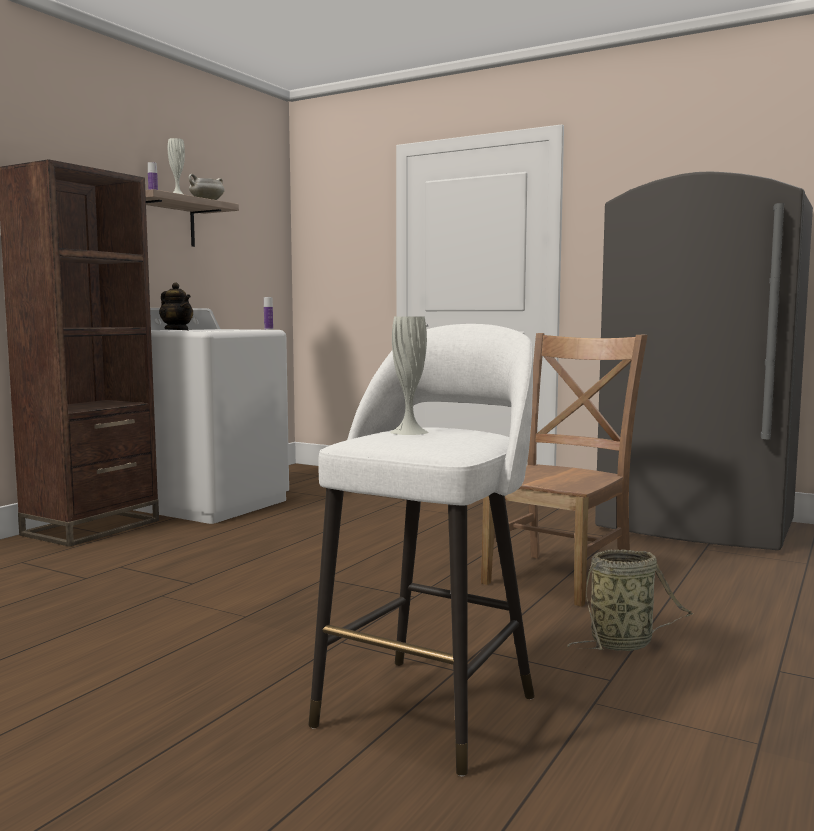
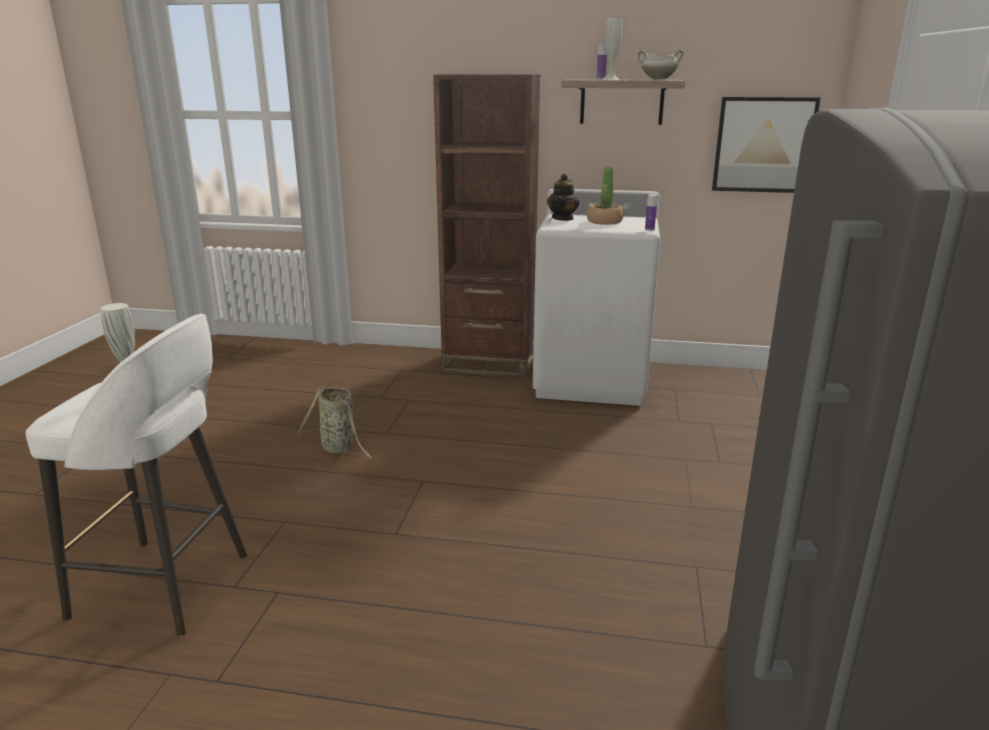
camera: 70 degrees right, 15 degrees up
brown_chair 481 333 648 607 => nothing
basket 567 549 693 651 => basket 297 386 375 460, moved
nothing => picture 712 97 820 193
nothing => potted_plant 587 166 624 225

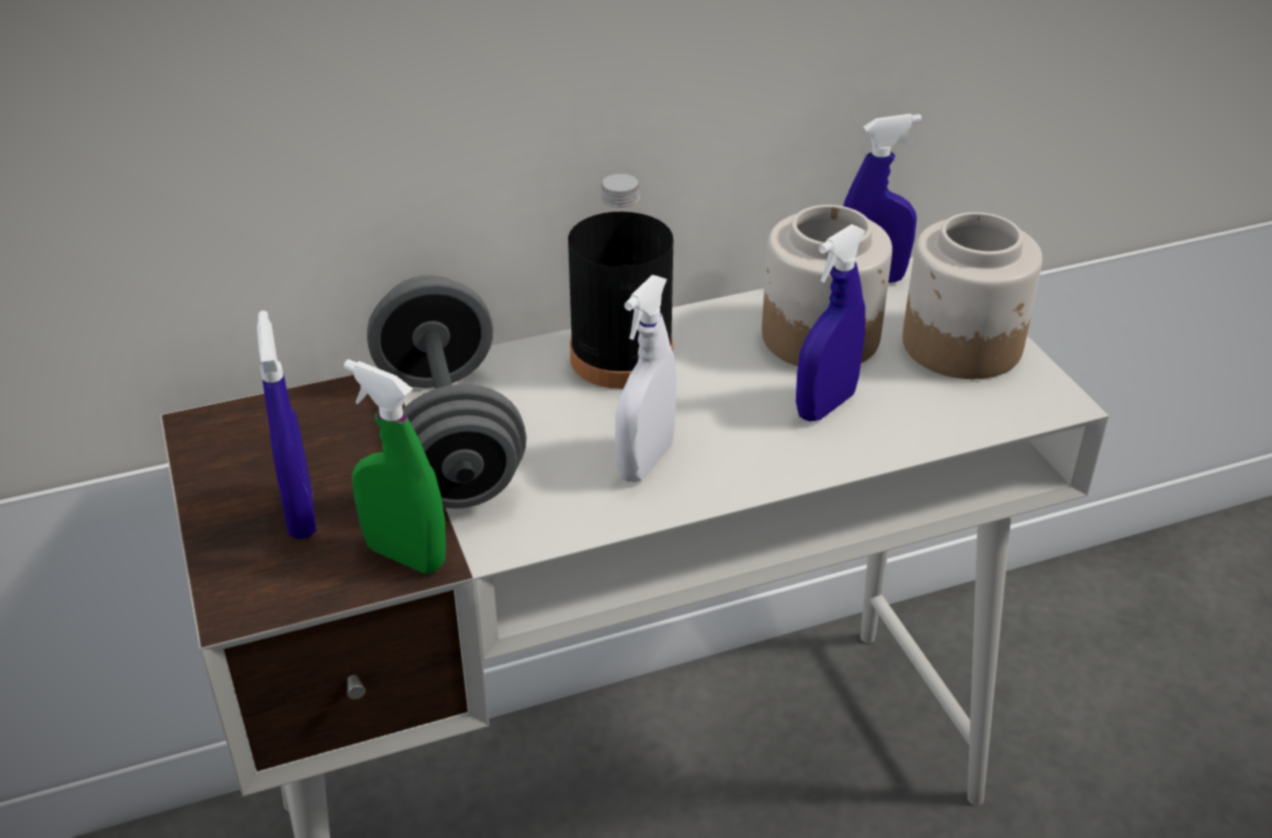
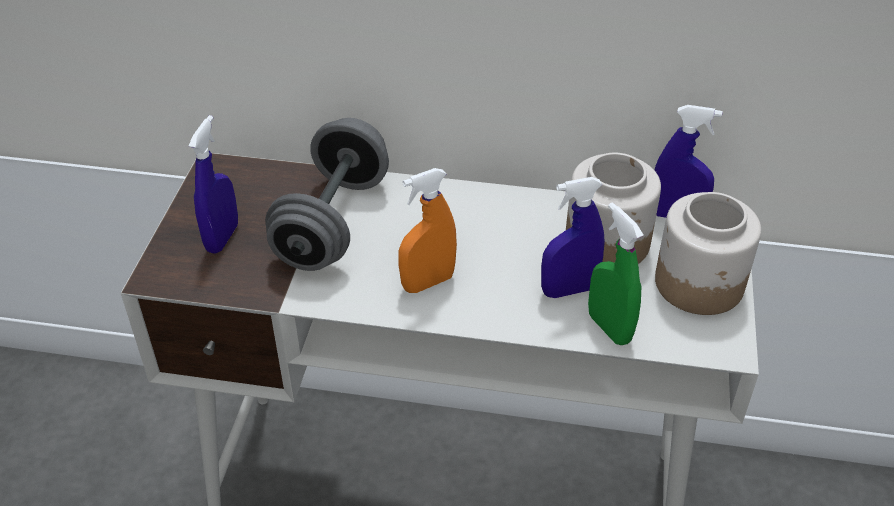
camera: 30 degrees right, 5 degrees up
black_bottle 568 174 673 389 => nothing
white_spray_bottle 615 275 676 482 => orange_spray_bottle 398 168 457 293
green_spray_bottle 344 359 446 573 => green_spray_bottle 588 202 644 345, moved

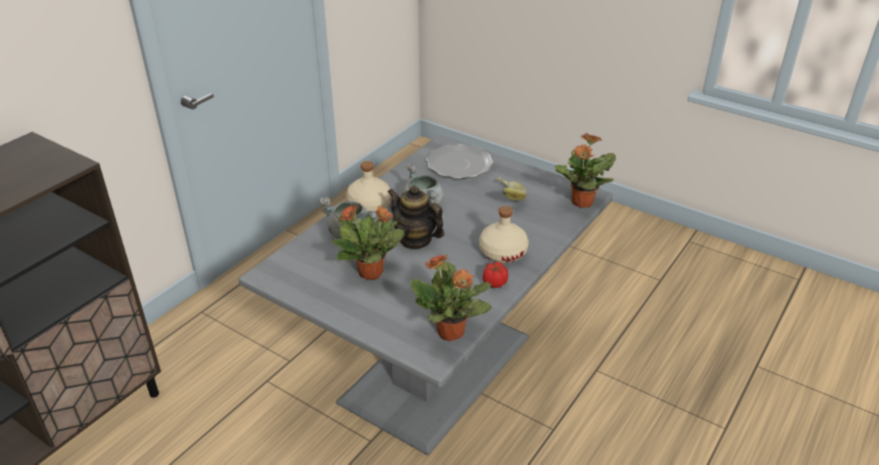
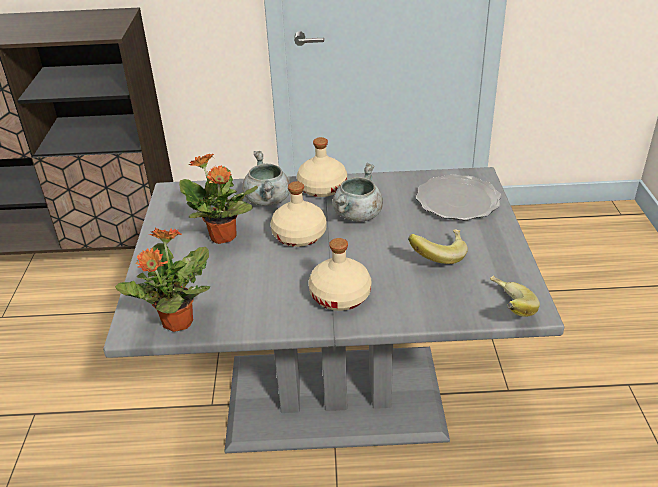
camera: 55 degrees right, 0 degrees up
potted_plant 555 133 616 208 => banana 490 275 540 317
teapot 388 185 444 250 => beige_bottle 271 181 326 247
tomato 483 262 508 288 => nothing

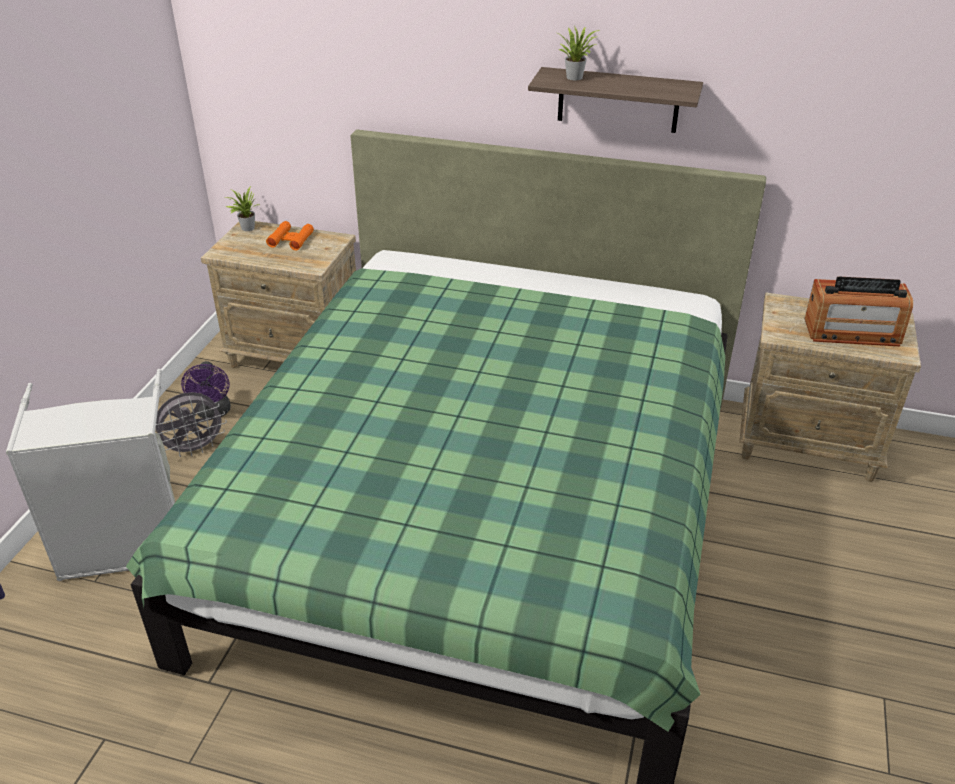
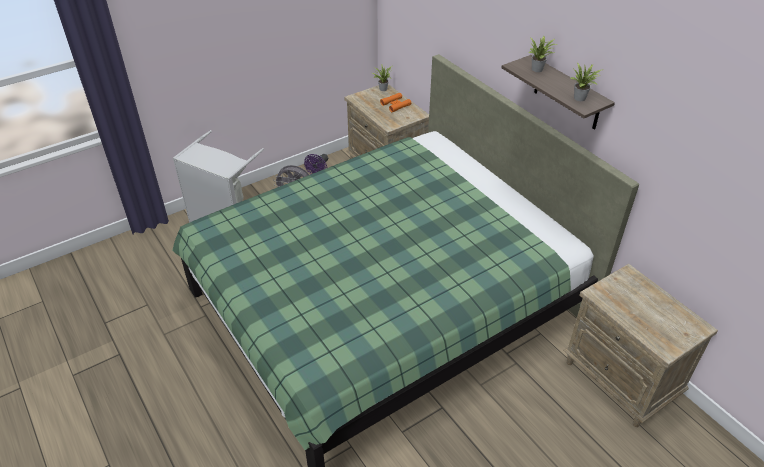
camera: 40 degrees right, 5 degrees up
radio 805 277 913 346 => nothing
nothing => potted_plant 571 63 604 101

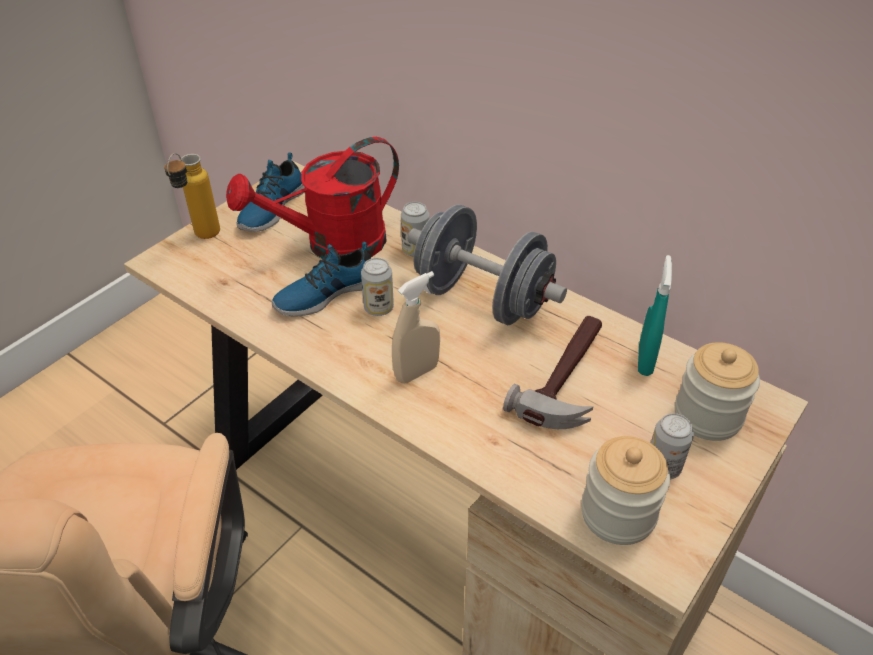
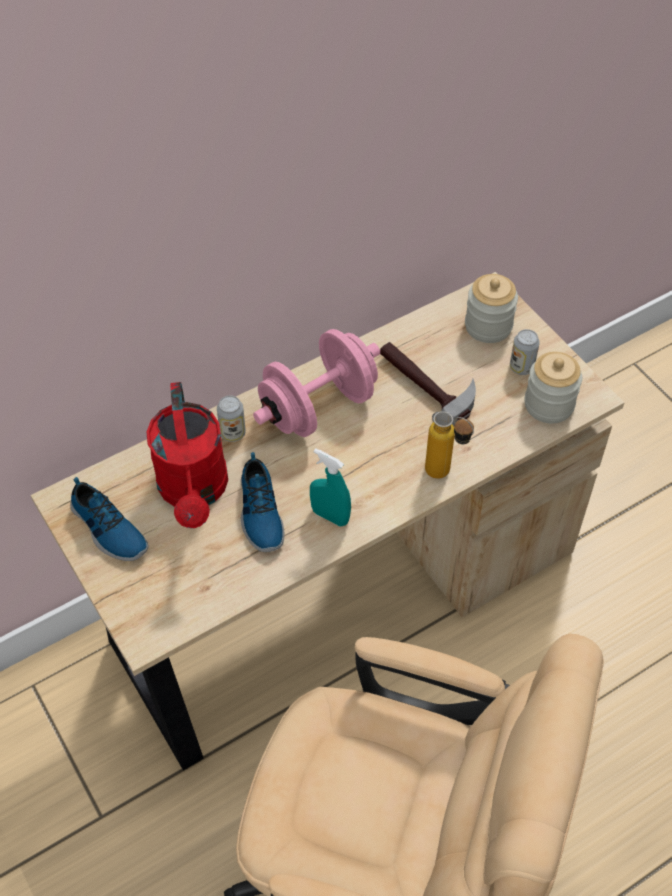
camera: 70 degrees left, 10 degrees up
bottle 164 153 220 239 => bottle 425 411 474 479, moved
grey_dumbbell 408 204 567 325 => pink_dumbbell 253 329 380 437
turquoise_spray_bottle 638 255 672 376 => turquoise_spray_bottle 310 448 351 527, moved
can 361 258 394 316 => nothing
beige_spray_bottle 392 271 440 383 => nothing

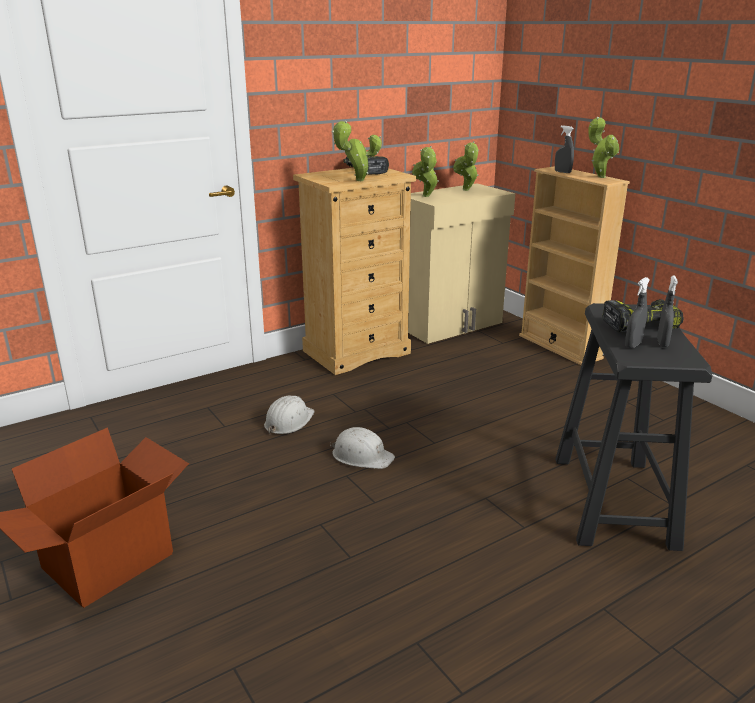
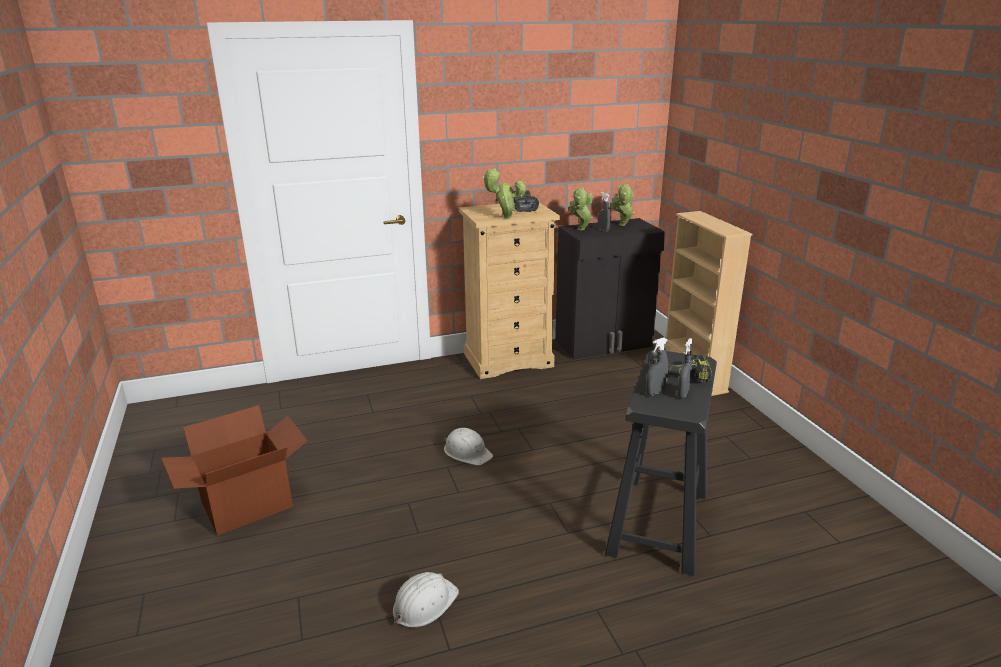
camera: 15 degrees right, 0 degrees up
potted_plant 588 117 619 178 => nothing
grey_spray_bottle 555 125 574 173 => grey_spray_bottle 598 192 610 231, moved
beige_cabinet 408 183 515 344 => black_cabinet 555 218 665 360
white_hard_hat 264 396 315 434 => white_hard_hat 393 572 459 627, moved

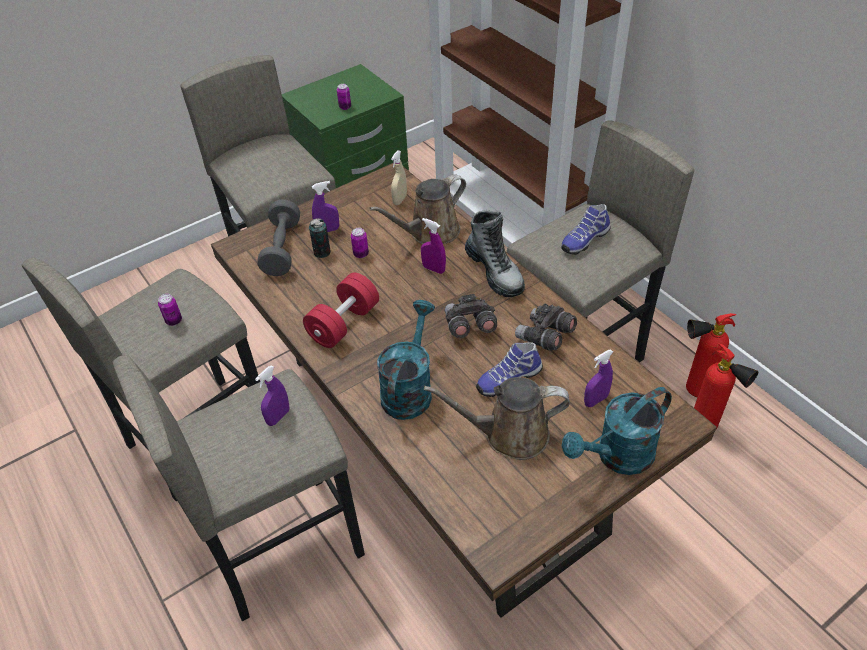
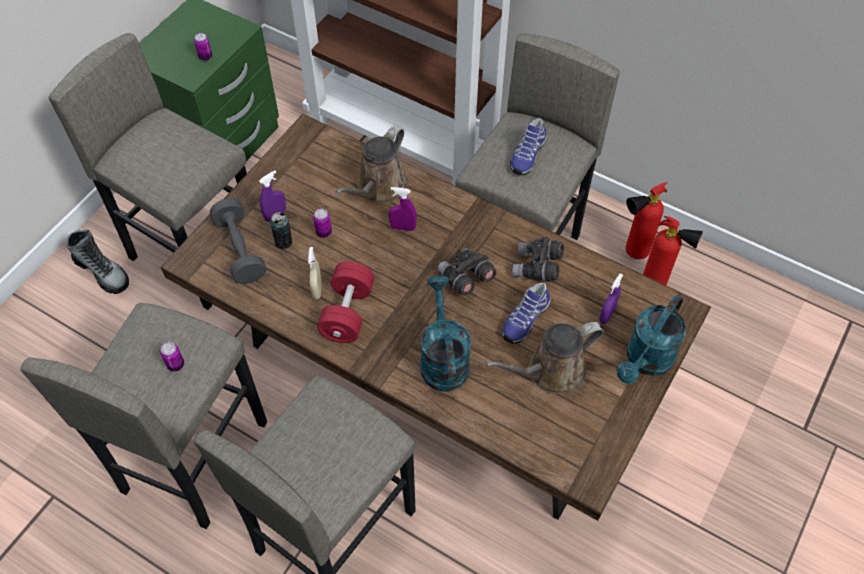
camera: 25 degrees left, 10 degrees up
beige_spray_bottle 391 150 407 205 => beige_spray_bottle 308 247 322 300, moved
boot 465 210 525 297 => boot 66 229 129 294, moved
purple_spray_bottle 255 366 289 426 => nothing

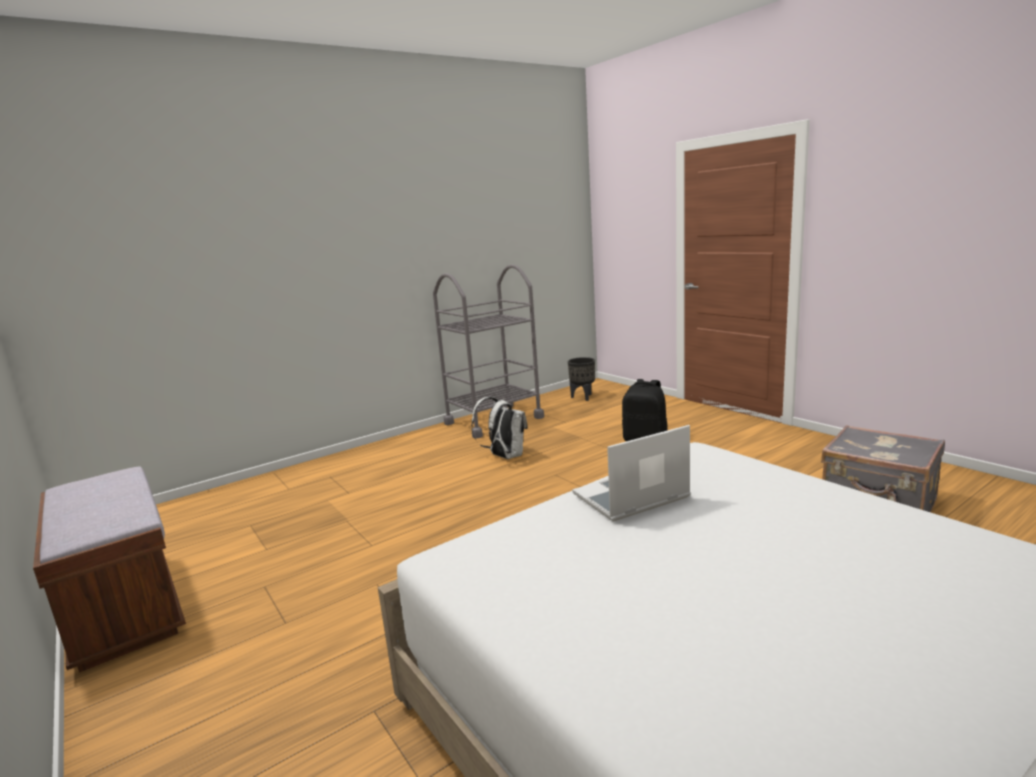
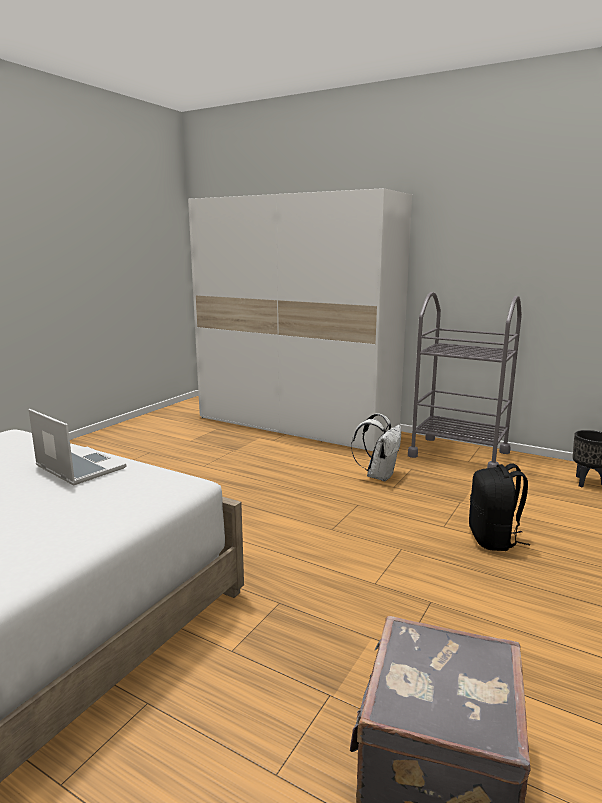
camera: 65 degrees right, 0 degrees up
brown_bench 33 466 186 673 => nothing
nothing => white_wardrobe 188 188 412 451

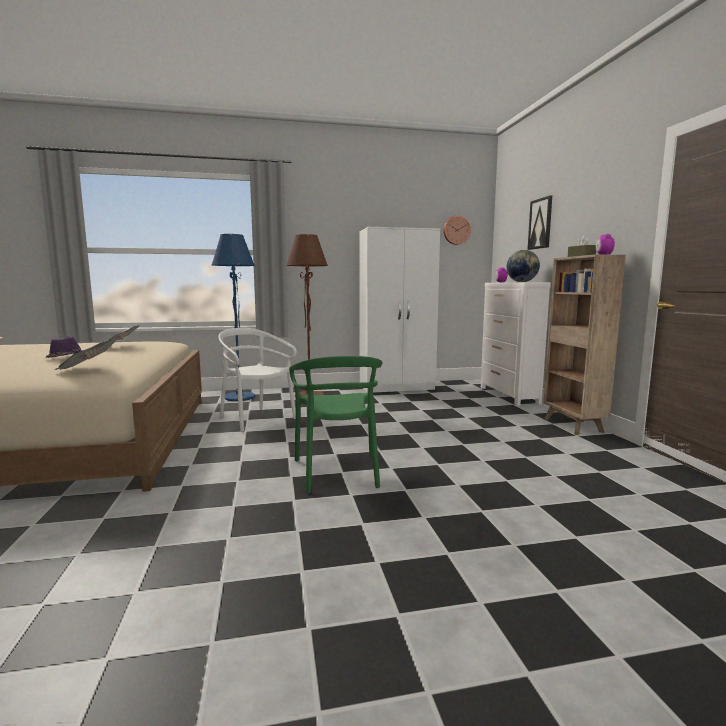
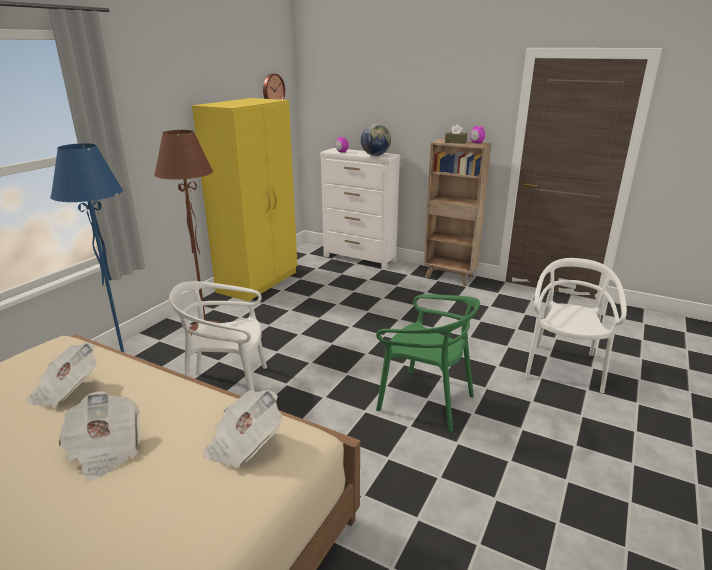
camera: 50 degrees left, 15 degrees up
picture 528 195 552 250 => nothing
white_wardrobe 359 227 440 393 => yellow_wardrobe 192 98 297 302
purple_hat 46 336 83 358 => newspaper 58 391 140 480
nothing => white_chair 525 258 627 393

